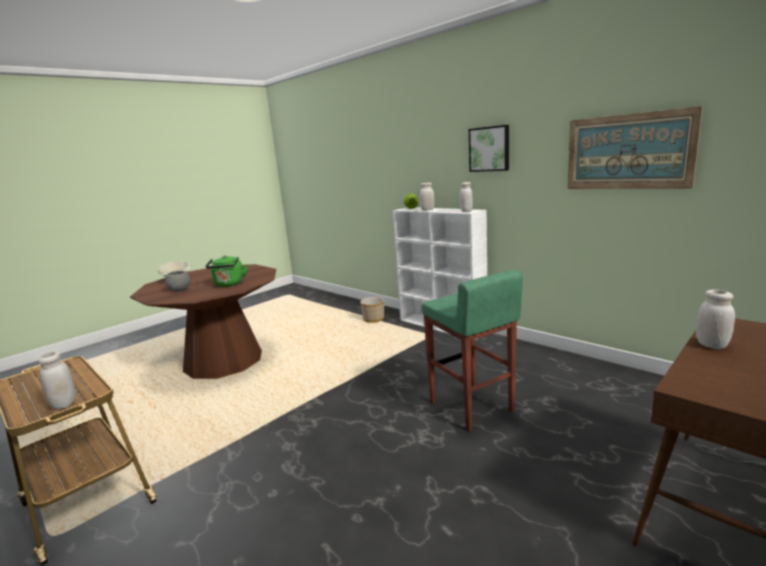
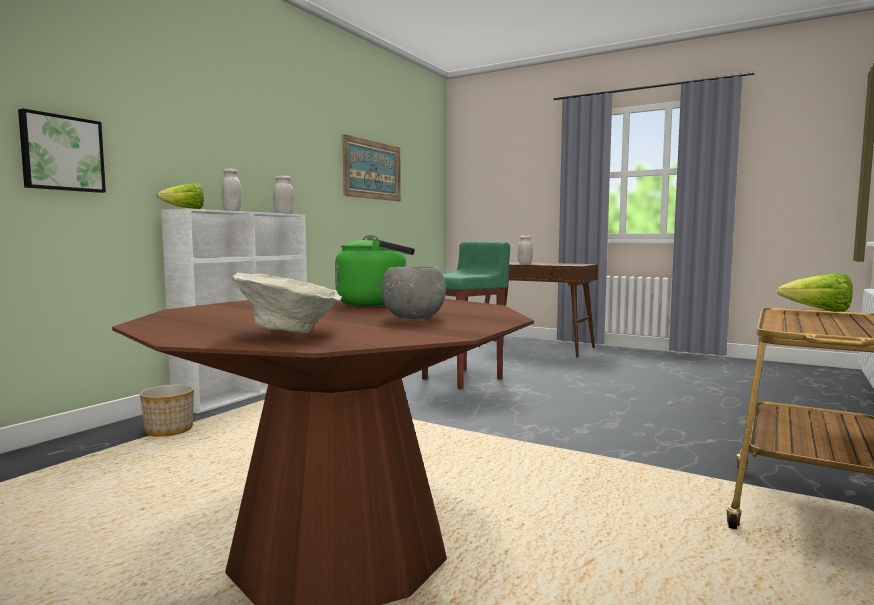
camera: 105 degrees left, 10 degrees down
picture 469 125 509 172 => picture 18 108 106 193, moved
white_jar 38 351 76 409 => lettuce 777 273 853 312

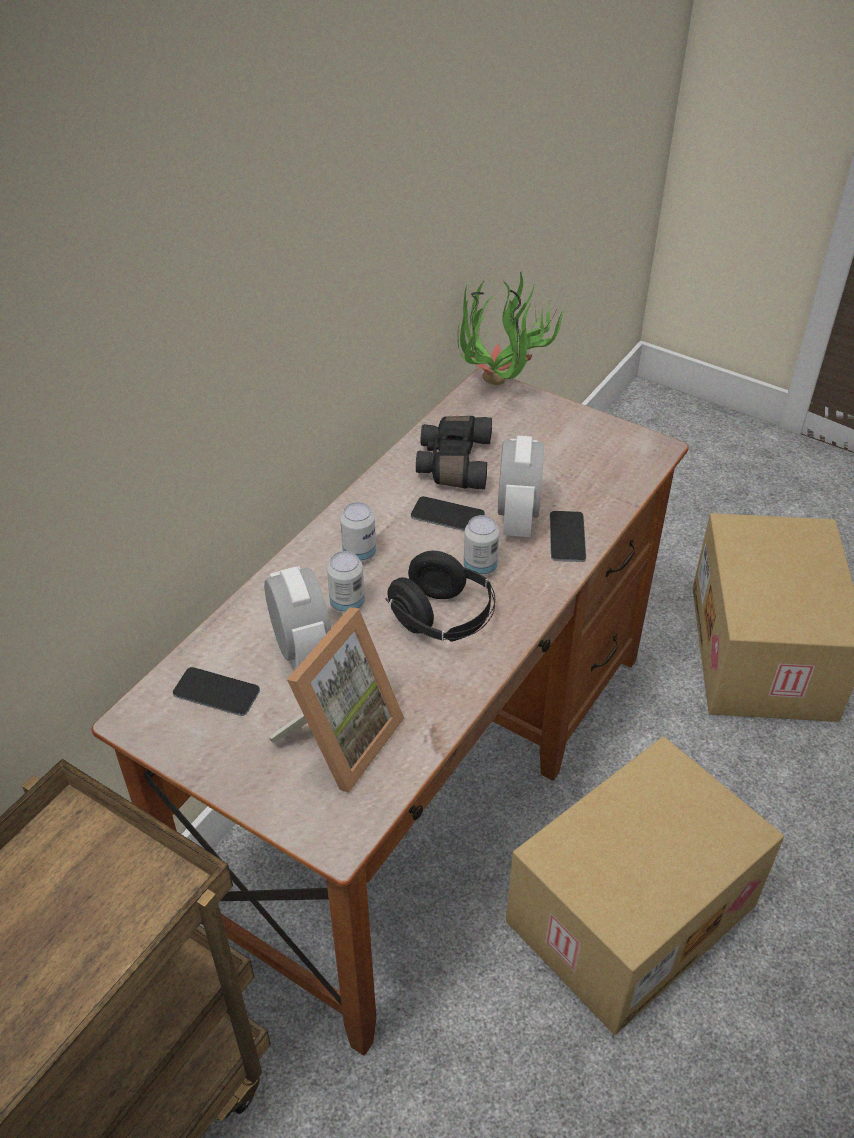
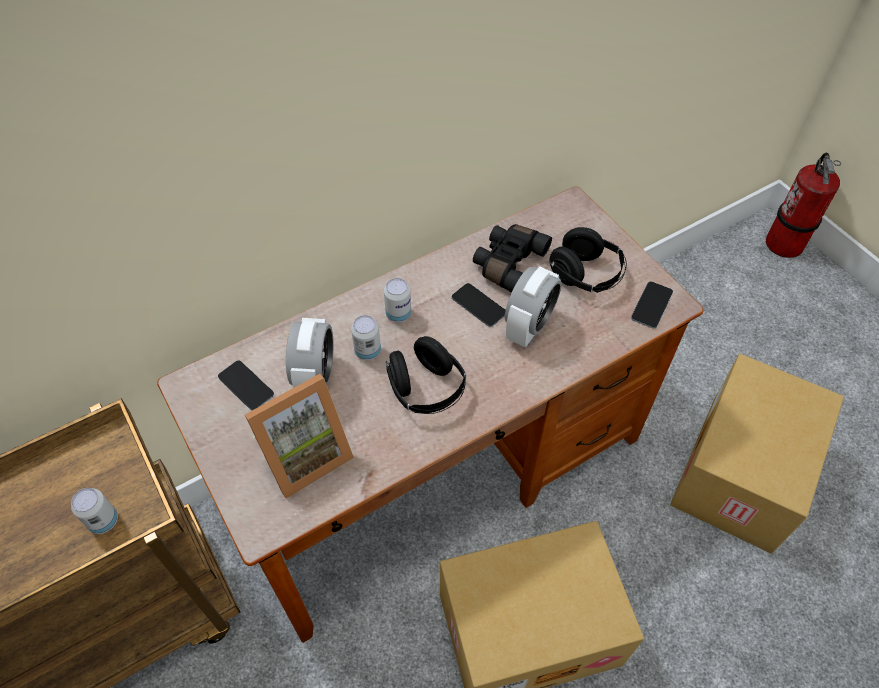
camera: 25 degrees right, 10 degrees up
potted_plant 457 271 567 385 => nothing
phone 550 511 586 562 => phone 631 282 673 328, moved
can 464 515 499 576 => can 71 488 118 534, moved
nothing => fire_extinguisher 766 153 841 258
nothing => black_headphones 548 227 627 293

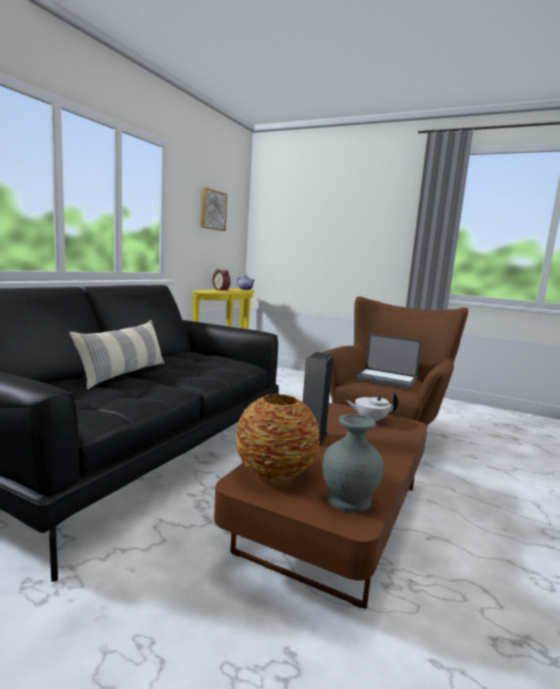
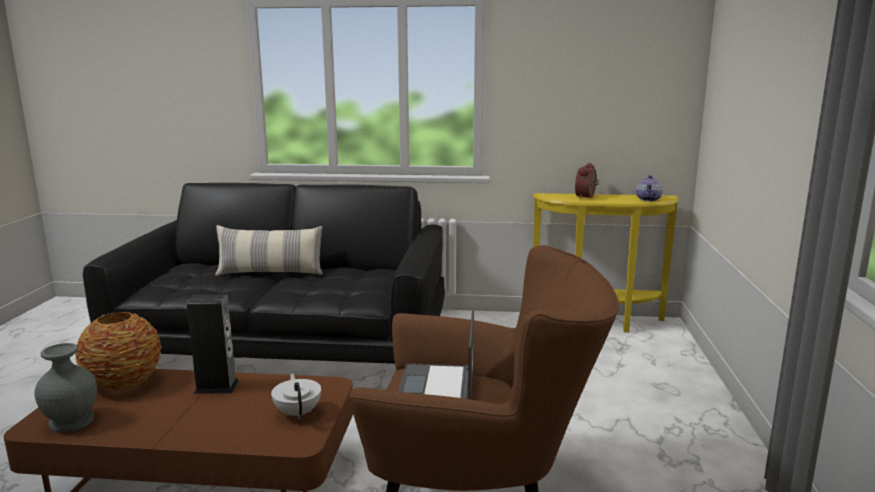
camera: 70 degrees right, 5 degrees up
picture 201 187 227 231 => nothing

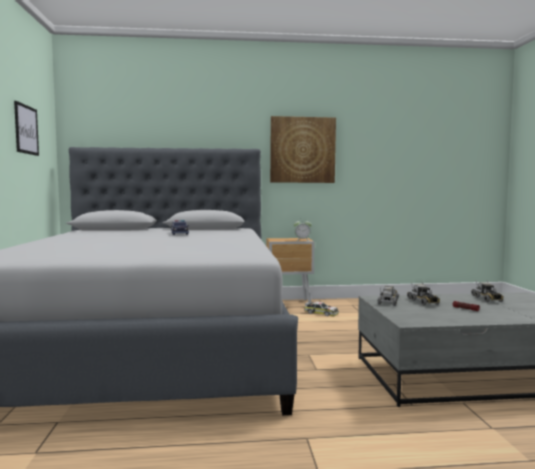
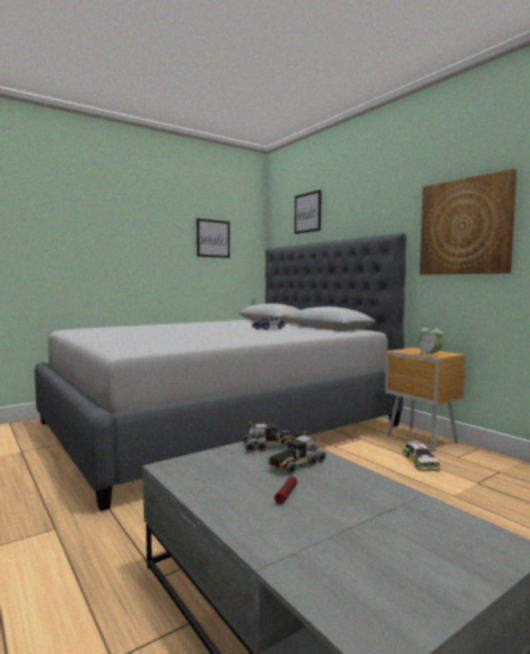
camera: 60 degrees right, 0 degrees up
toy_truck 471 280 503 302 => nothing
nothing => picture 295 190 321 234

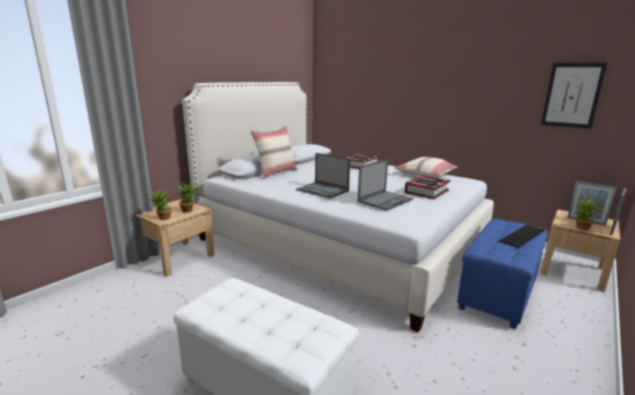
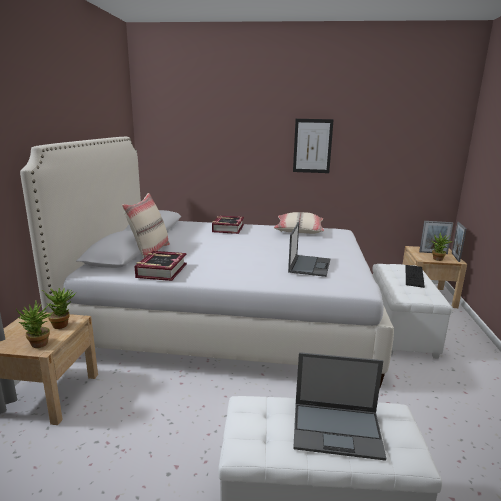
camera: 30 degrees left, 0 degrees up
picture 541 63 607 129 => picture 293 119 334 173, moved
laptop 296 153 350 199 => laptop 293 352 386 461, moved
book 404 175 450 199 => book 135 251 187 281, moved
blue_ottoman 457 219 548 329 => white_ottoman 372 264 452 359

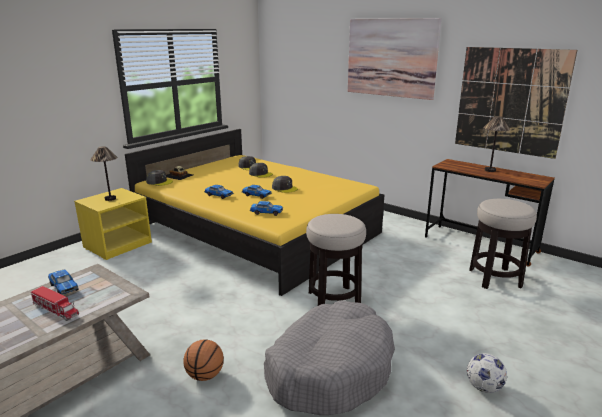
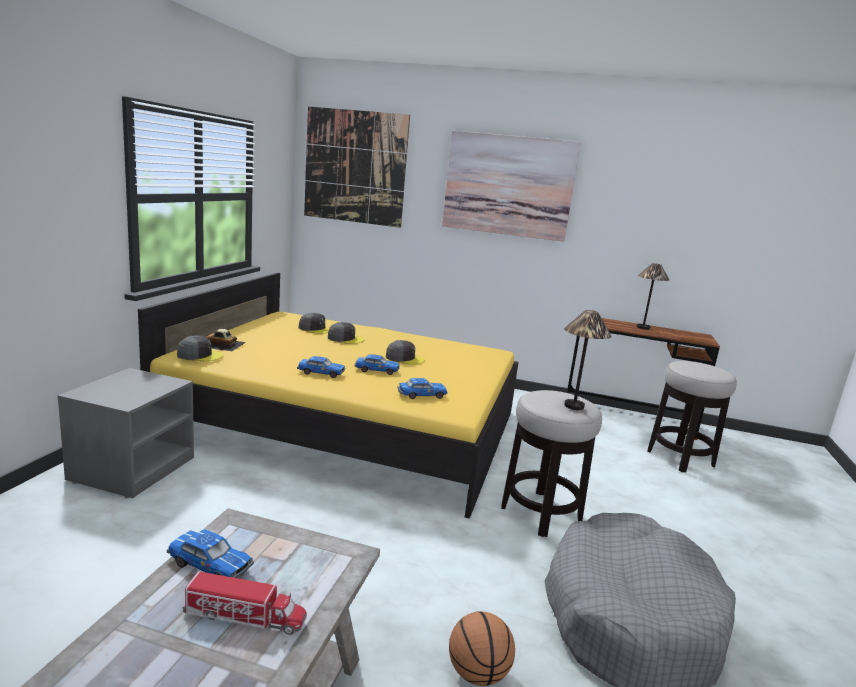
camera: 25 degrees left, 5 degrees down
picture 455 47 577 159 => picture 304 107 410 228, moved
table_lamp 91 146 117 201 => table_lamp 564 310 612 410, moved
yellow_nightstand 74 188 152 260 => grey_nightstand 57 368 194 498
football 467 353 507 393 => nothing

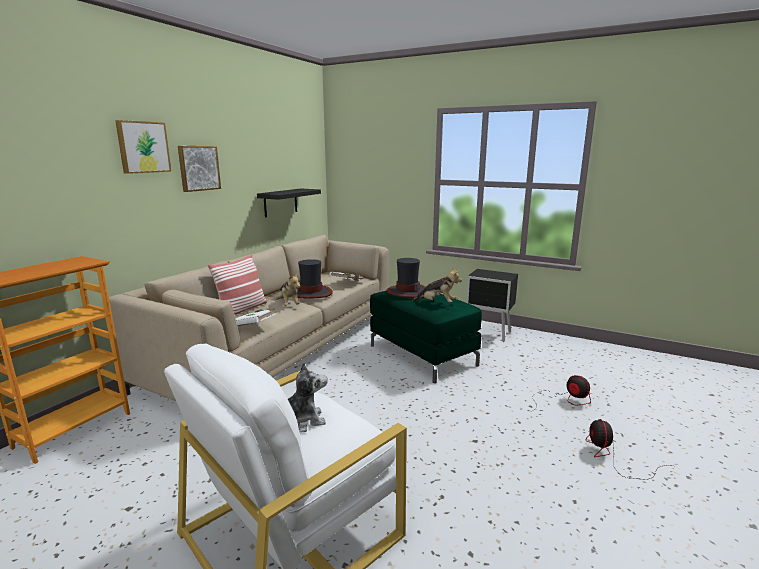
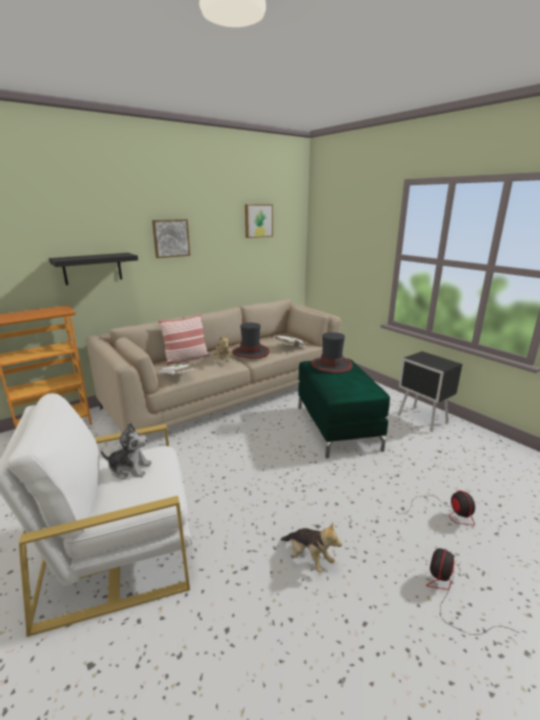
camera: 25 degrees right, 5 degrees up
picture 115 120 171 174 => picture 245 204 273 238, moved
black_shelf 257 188 321 218 => black_shelf 49 253 138 285, moved
plush_toy 412 267 462 302 => plush_toy 280 523 342 572, moved

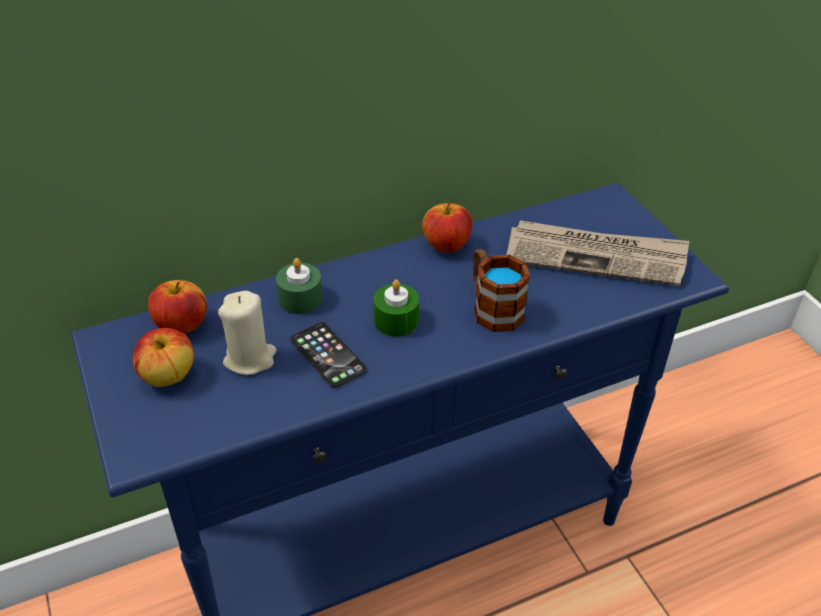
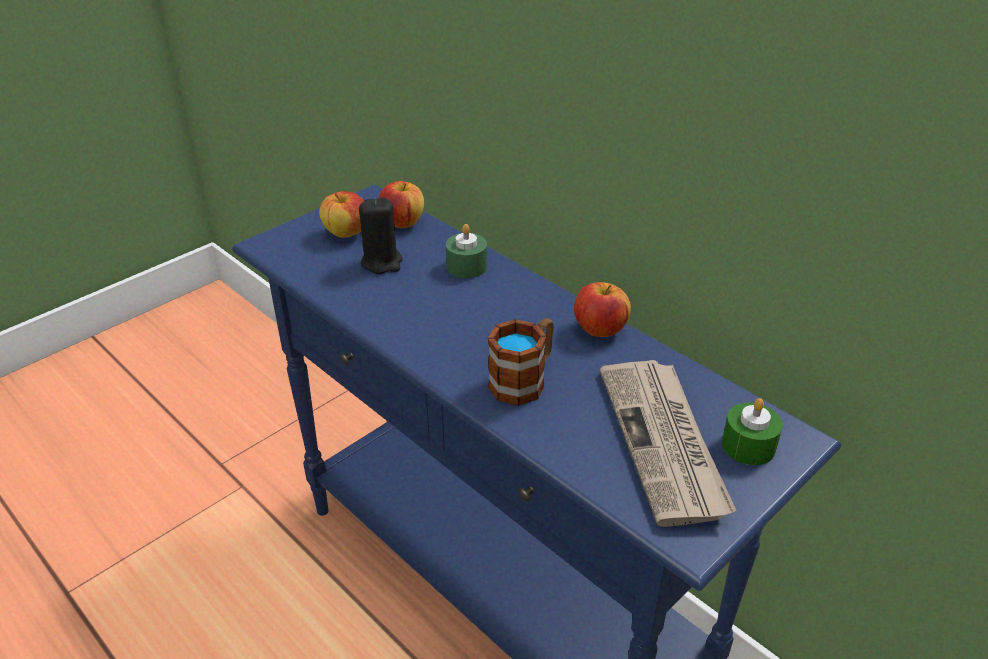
camera: 70 degrees right, 5 degrees down
green_candle 373 279 419 337 => green_candle 722 398 783 465, moved
beige_candle 218 291 276 375 => black_candle 359 197 403 274
phone 290 322 367 388 => nothing

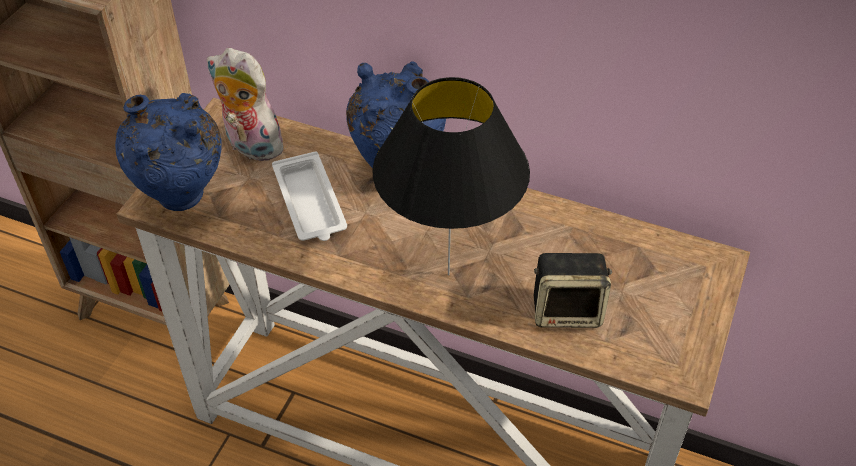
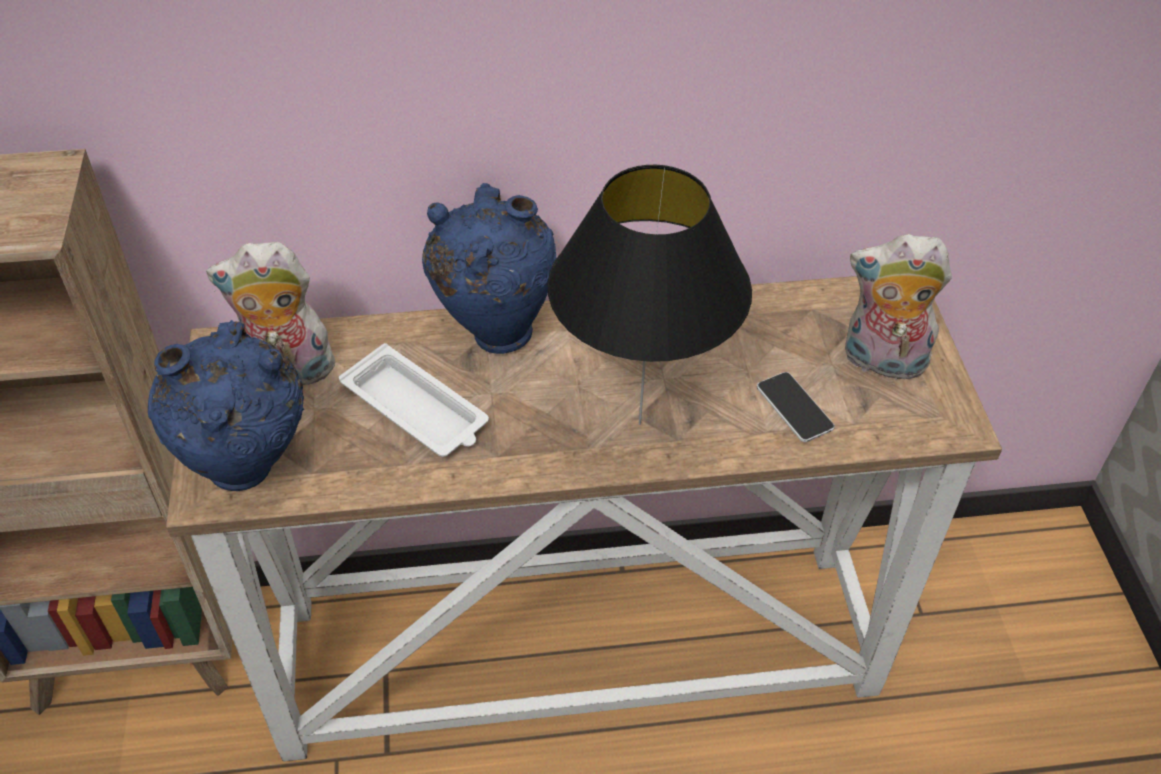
camera: 30 degrees left, 0 degrees up
speaker 534 253 612 328 => phone 757 372 835 442
nothing => plush_toy 845 234 952 385

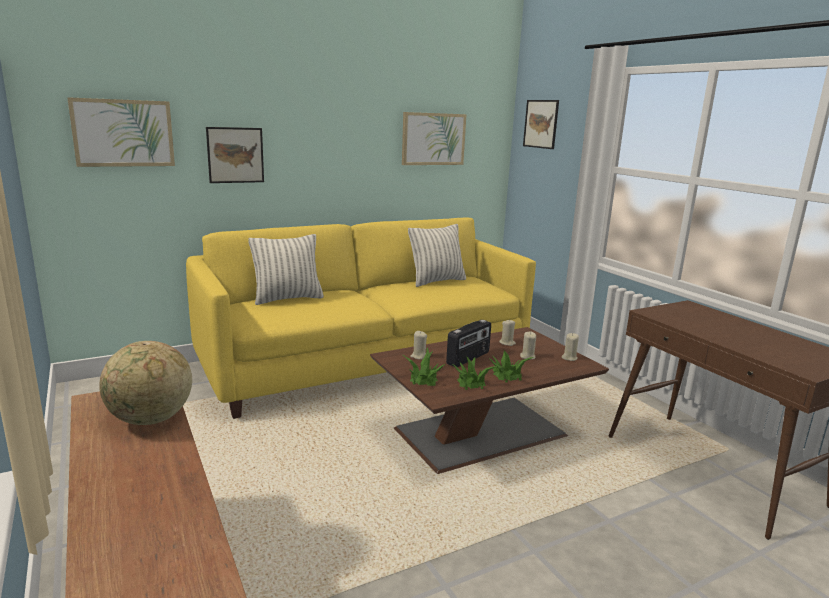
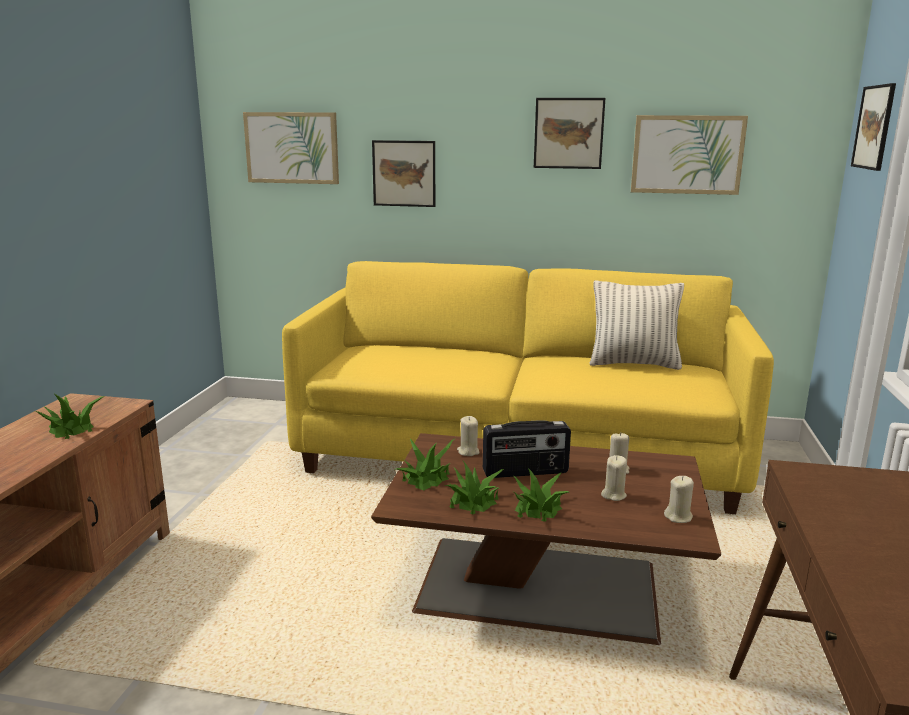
camera: 40 degrees right, 0 degrees up
pillow 248 234 324 305 => nothing
globe 100 341 192 425 => potted_plant 35 394 105 439
nothing => picture 534 98 605 169

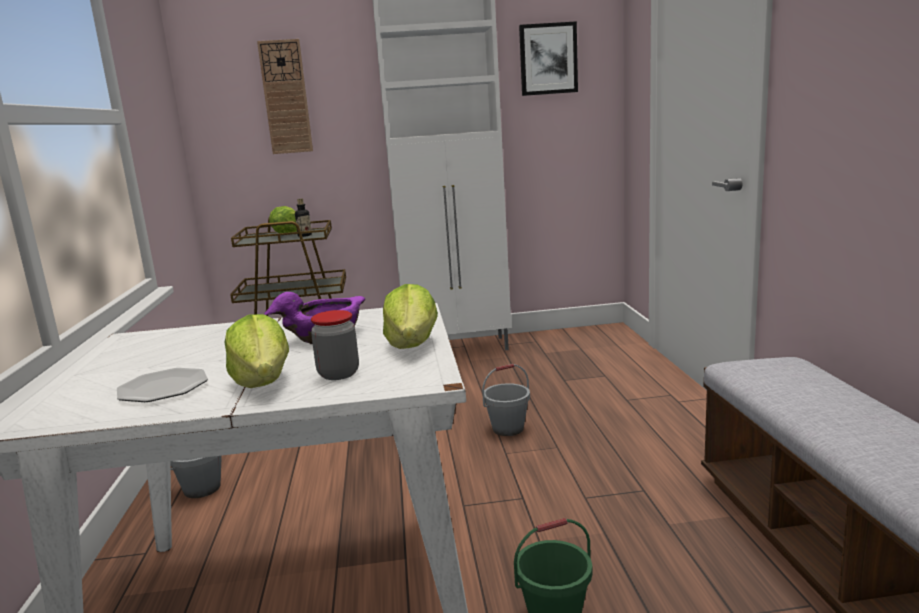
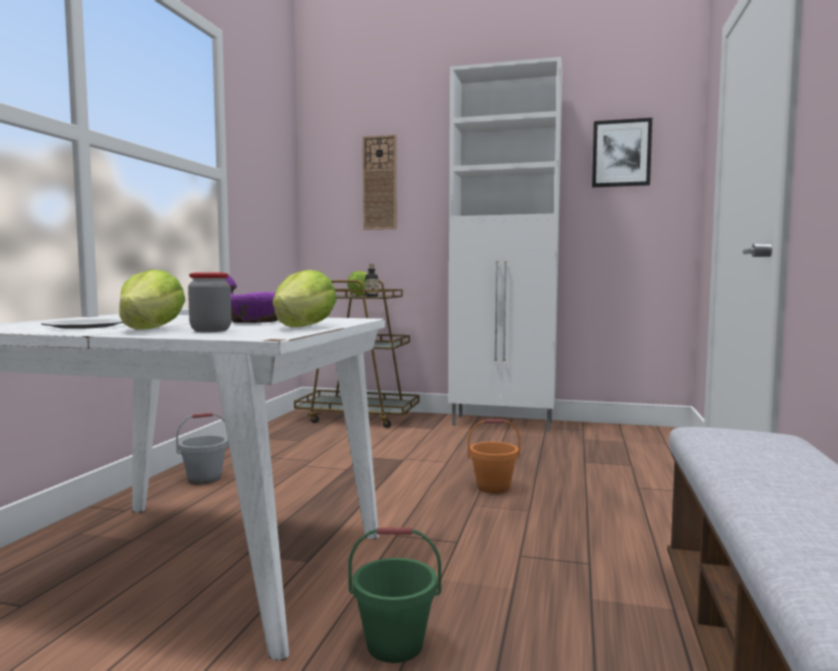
camera: 20 degrees right, 10 degrees down
grey_bucket 482 364 530 436 => orange_bucket 468 419 520 494

